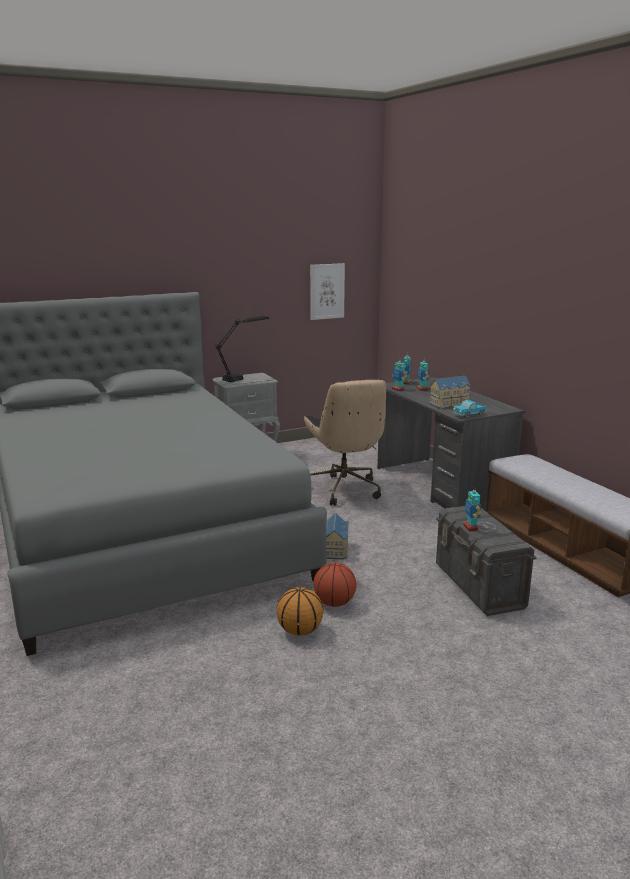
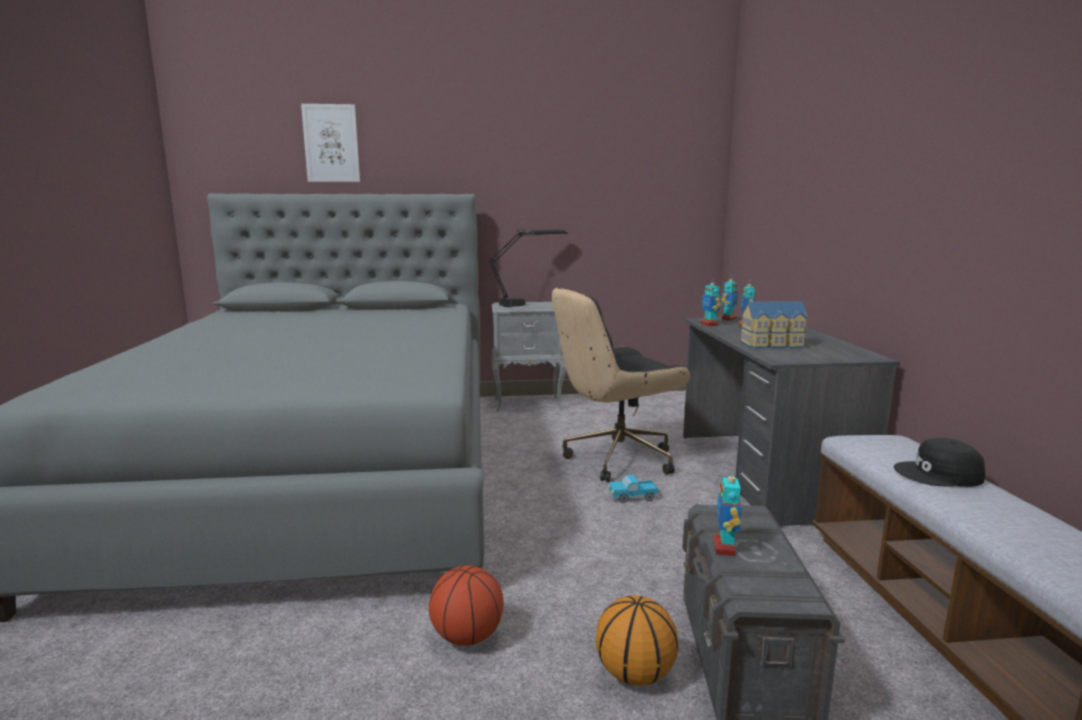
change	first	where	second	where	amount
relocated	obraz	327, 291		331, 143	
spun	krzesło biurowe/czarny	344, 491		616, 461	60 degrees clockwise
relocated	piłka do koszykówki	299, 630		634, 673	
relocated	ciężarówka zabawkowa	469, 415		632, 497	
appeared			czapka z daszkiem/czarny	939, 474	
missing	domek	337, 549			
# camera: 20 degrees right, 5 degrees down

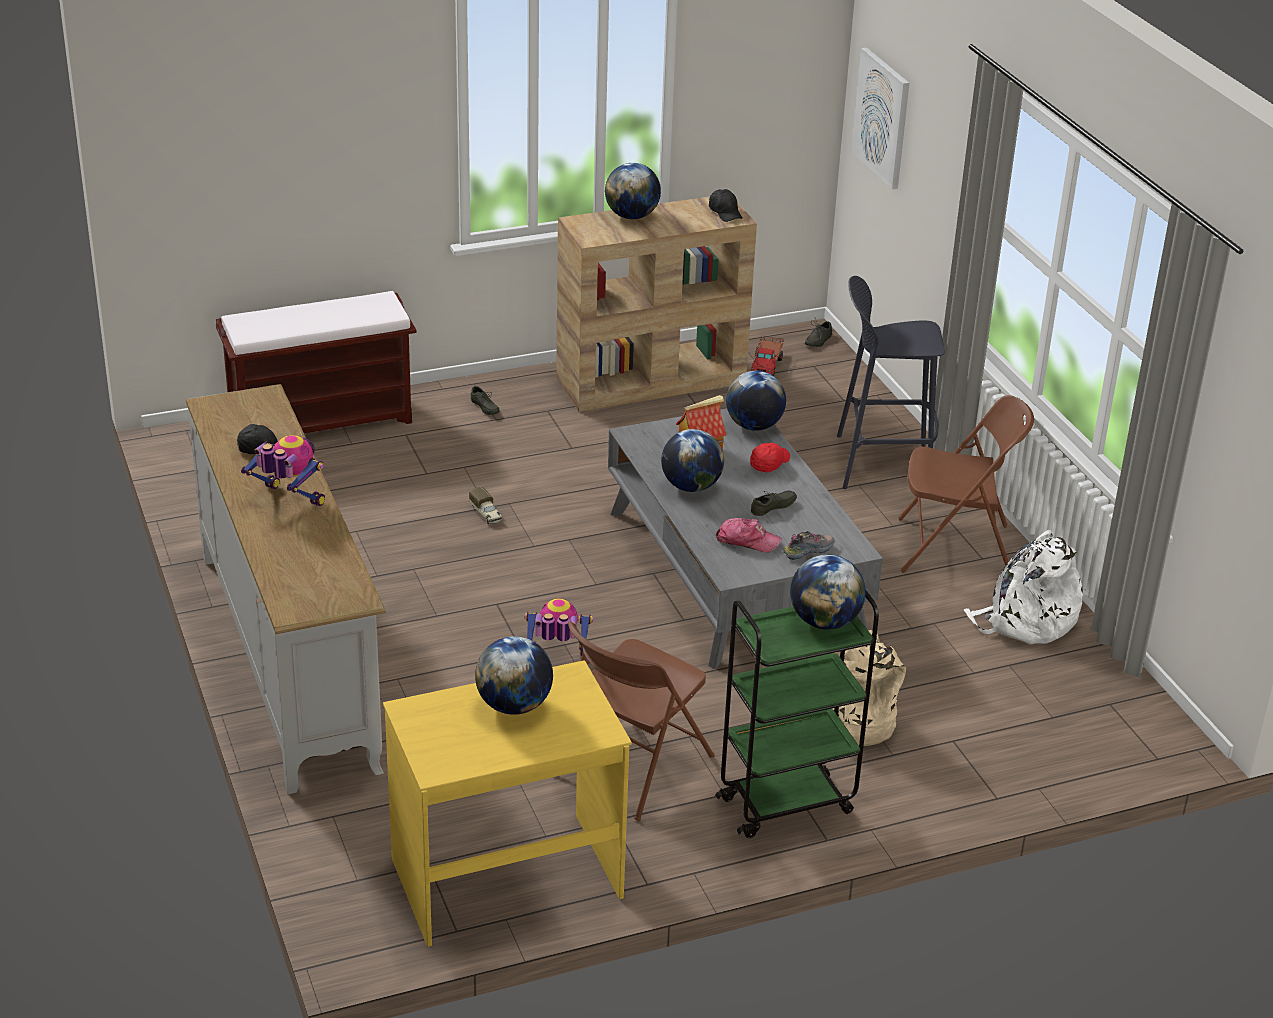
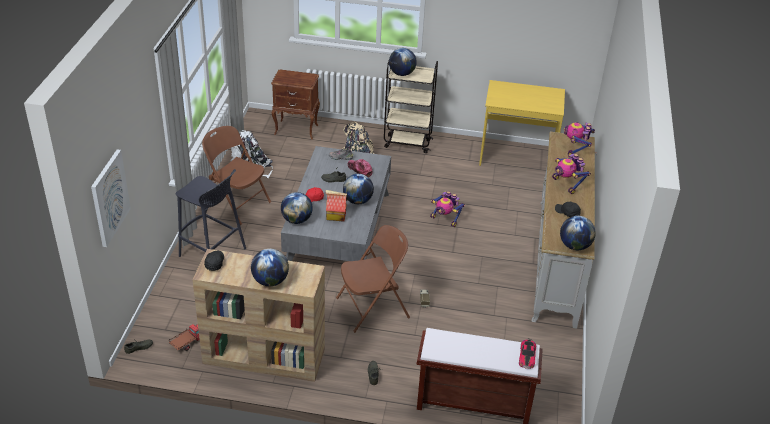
change	first	where	second	where	amount
appeared			szafka nocna/brązowy	296, 130	
relocated	krzesło/brązowy	631, 764		372, 308	
colour	wózek/zielony	786, 807	wózek/beżowy	408, 143	
appeared			samochodzik	527, 356	
relocated	globus	514, 705		574, 246	
appeared			robot zabawkowy	576, 149	
# camera: 150 degrees left, 5 degrees up

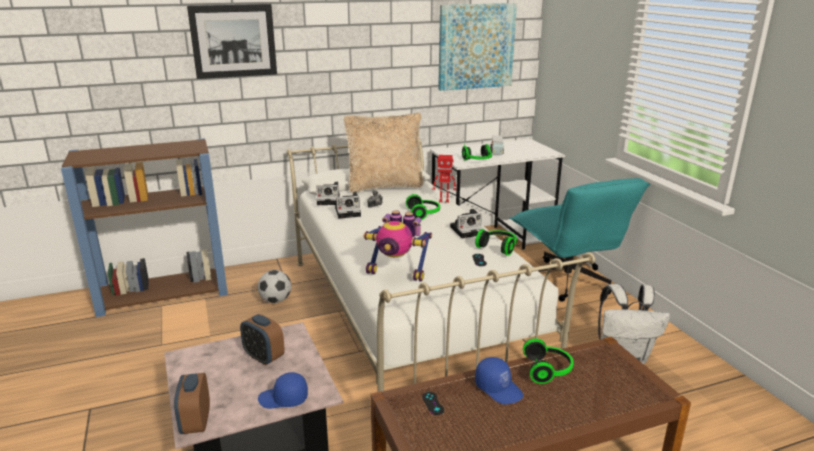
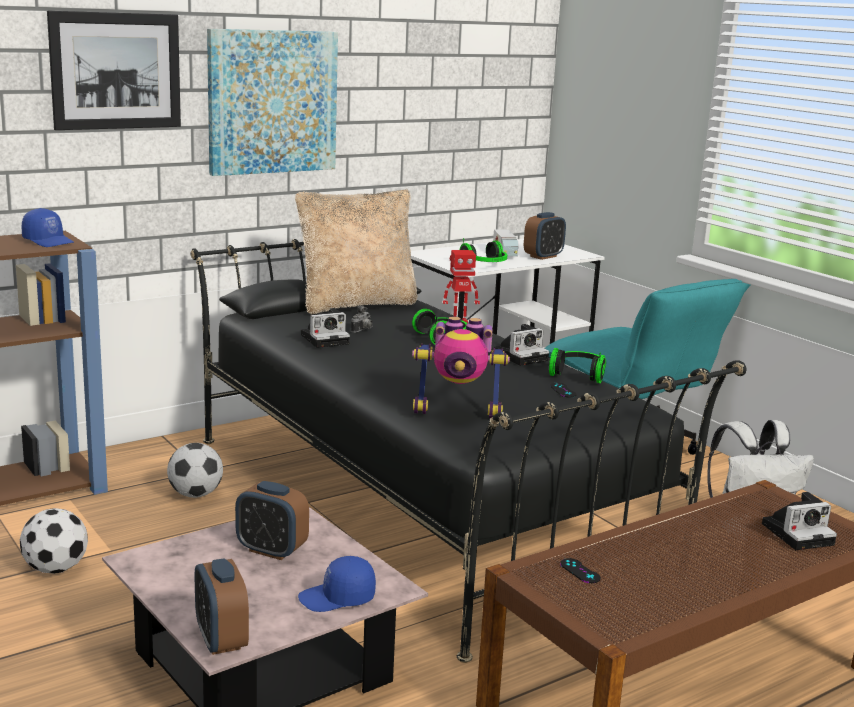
change	first	where	second	where	amount
appeared			piłka futbolowa	56, 568	
relocated	czapka z daszkiem/niebieski	499, 388		49, 241	
colour	łóżko/biały	406, 318	łóżko/czarny	418, 504	
relocated	obraz	476, 46		272, 102	
appeared			budzik	543, 256	
relocated	aparat fotograficzny	329, 200		799, 533	
missing	słuchawki	548, 370			
# camera: 15 degrees left, 5 degrees down

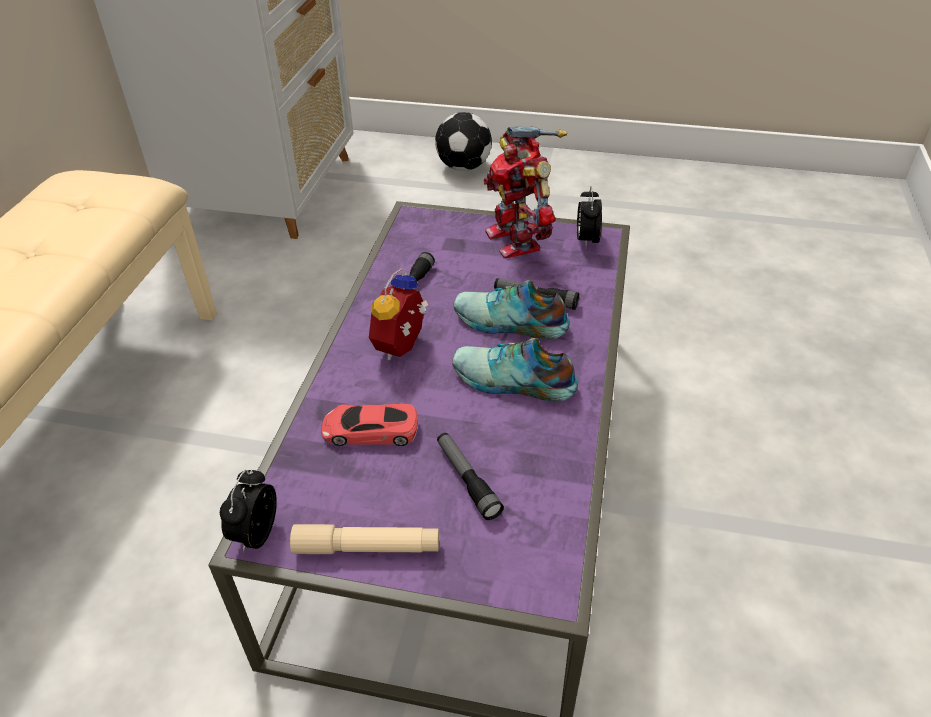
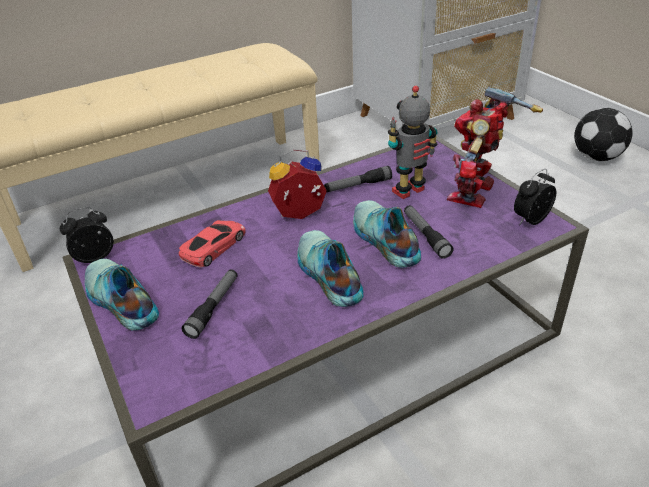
change	first	where	second	where	amount
exchanged	latarka/beżowy	367, 547	but	120, 301	
spun	samochodzik/czerwony	370, 430		214, 246	75 degrees clockwise
appeared			robot zabawkowy	410, 192	
# camera: 50 degrees right, 5 degrees down

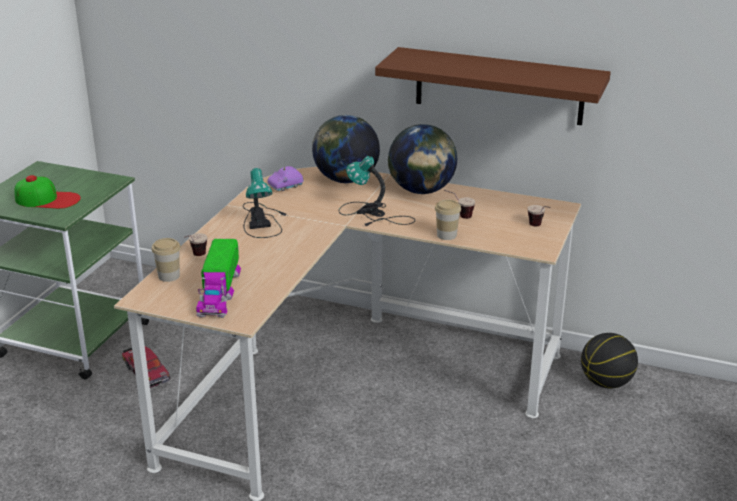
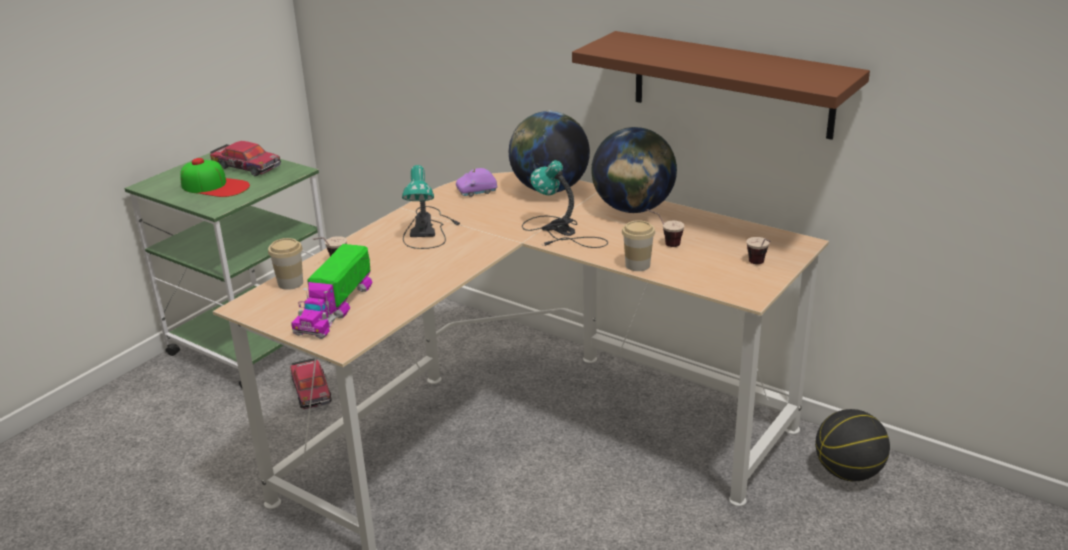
change	first	where	second	where	amount
appeared			samochodzik	246, 166	
# camera: 15 degrees right, 0 degrees up

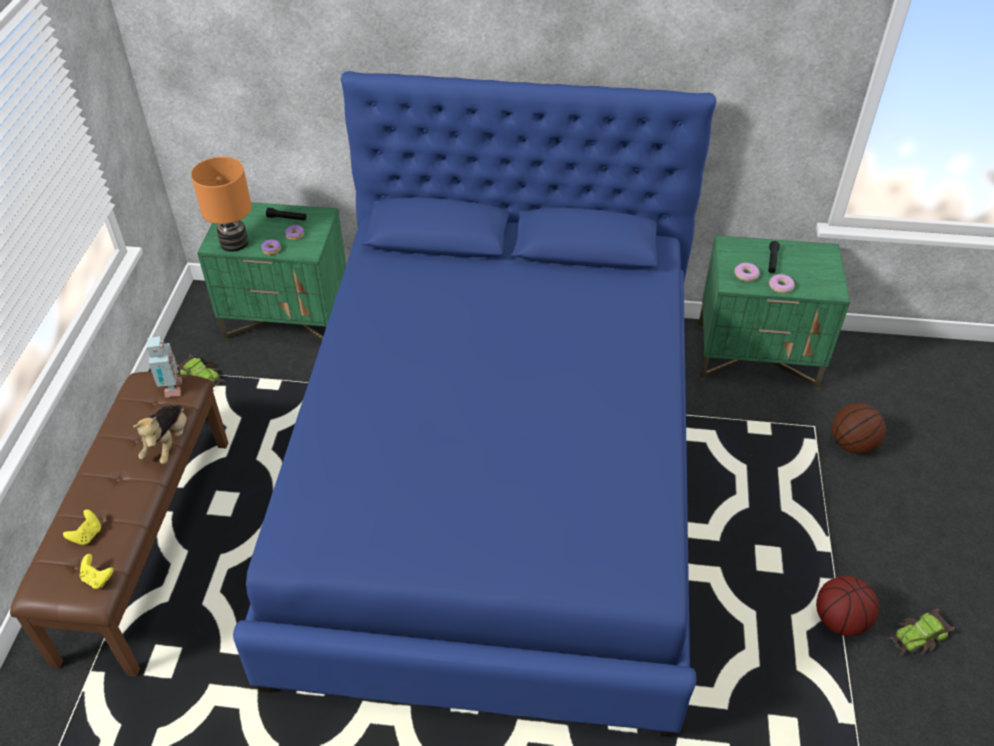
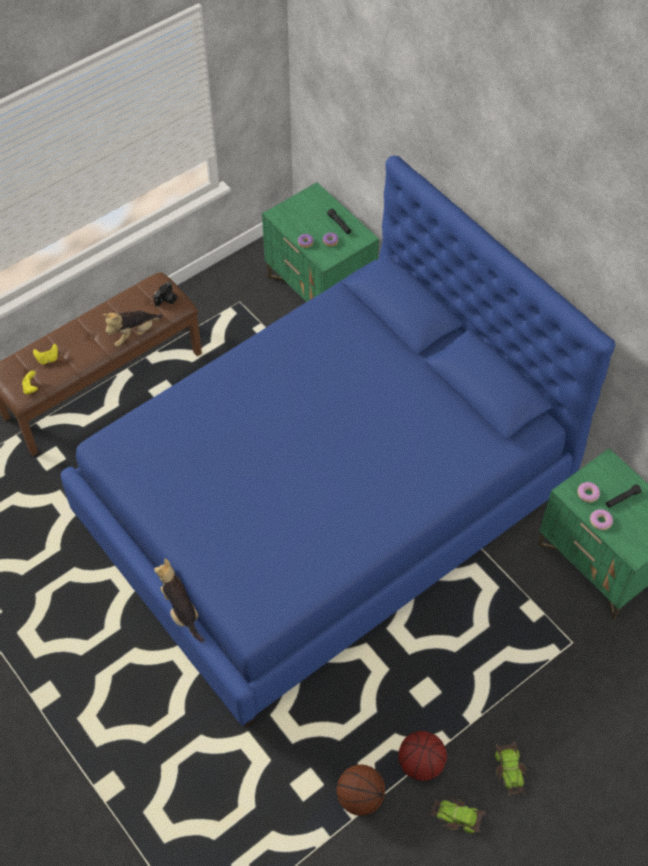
change	first	where	second	where	amount
exchanged	robot zabawkowy	171, 390	aparat fotograficzny	167, 300	
appeared			pluszak	182, 610	
relocated	piłka do koszykówki	851, 444		359, 797	
relocated	samochodzik	202, 376		510, 771	
missing	lampa stołowa/pomarańczowy	234, 242			
# camera: 45 degrees right, 10 degrees up

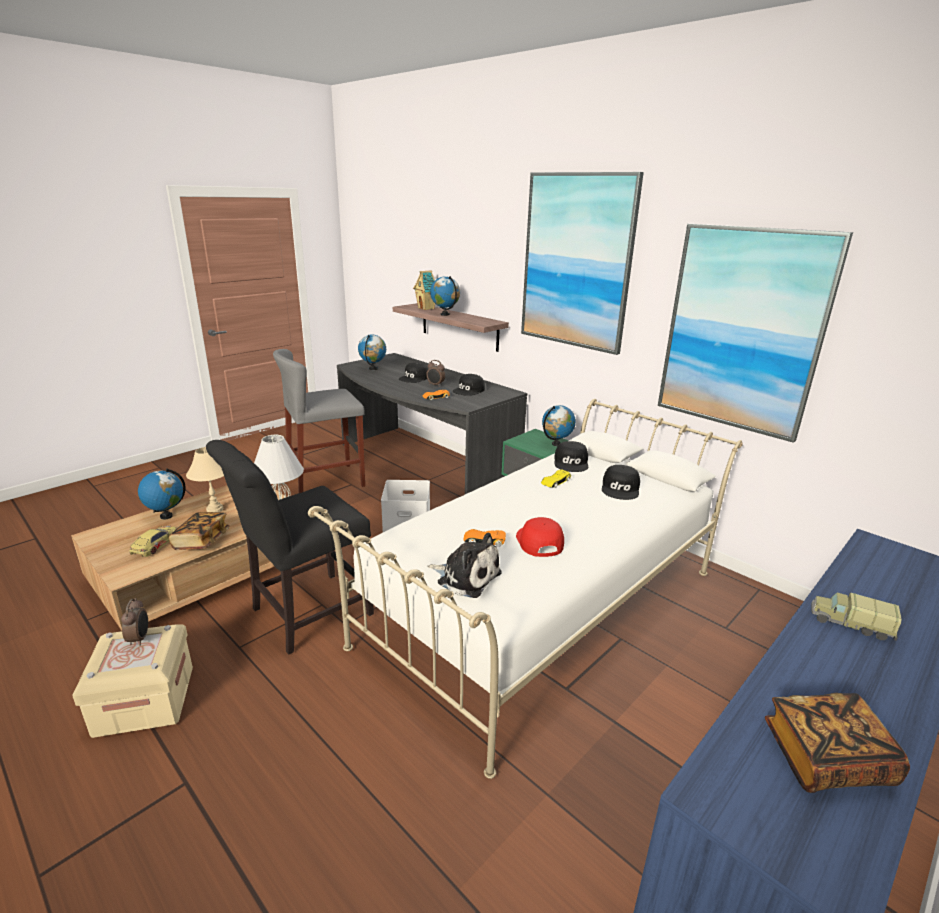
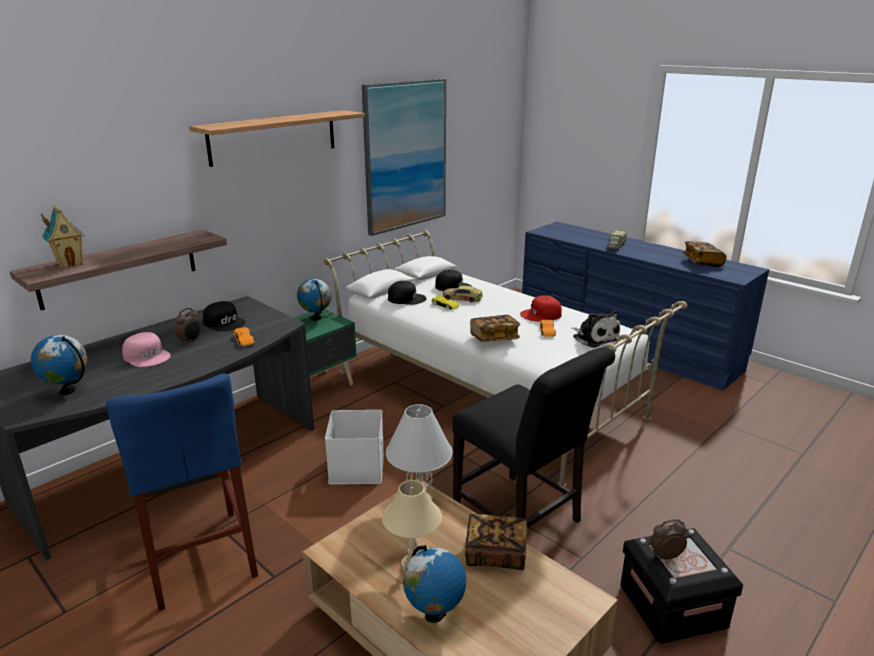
change	first	where	second	where	amount
colour	stołek/szary	326, 481	stołek/niebieski	199, 557	
colour	czapka z daszkiem/czarny	414, 378	czapka z daszkiem/różowy	147, 356	
exchanged	obraz	576, 262	półka	274, 137	
relocated	samochodzik	156, 544		462, 298	
appeared			książka	494, 338	
spun	pluszak	466, 577		594, 338	120 degrees clockwise
colour	pojemnik do przechowywania/beżowy	145, 700	pojemnik do przechowywania/czarny	672, 606	
missing	globus	445, 314			
# camera: 90 degrees left, 0 degrees up

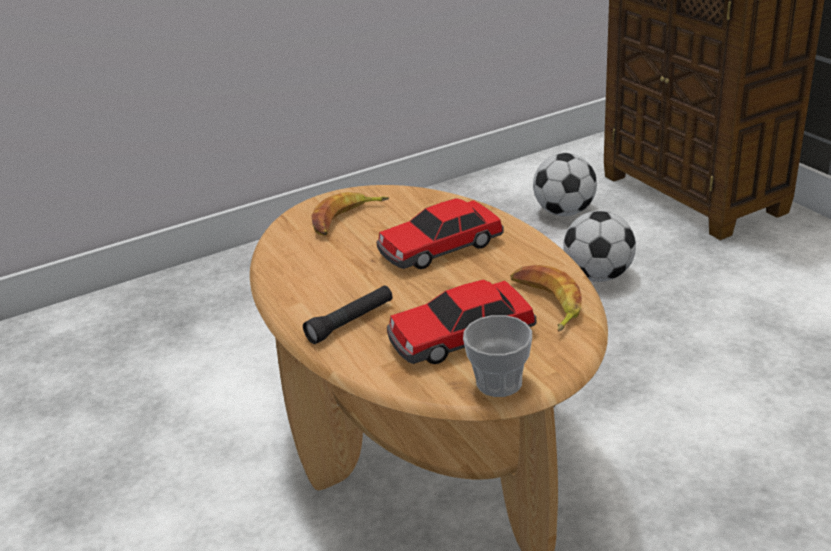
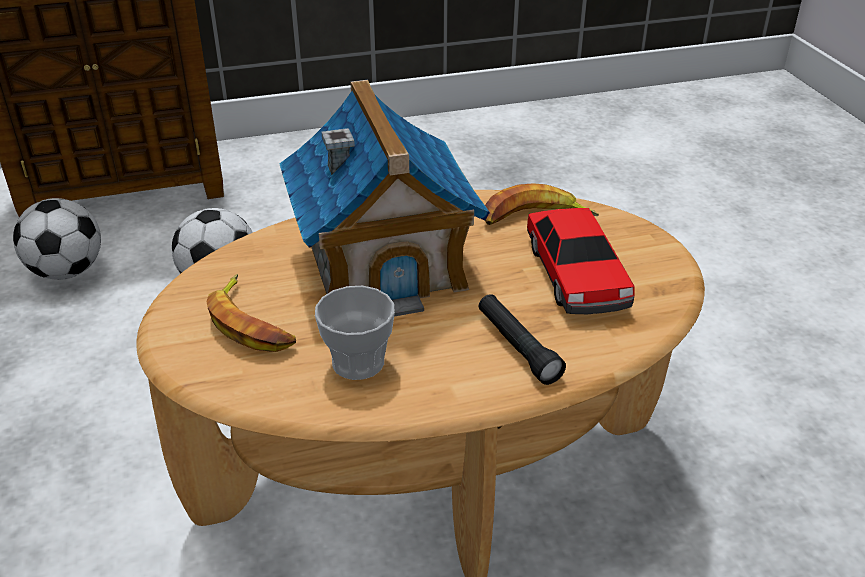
change	first	where	second	where	amount
exchanged	samochodzik	439, 248	domek	383, 261	
relocated	filiżanka	499, 382		358, 362	
# camera: 80 degrees left, 5 degrees up

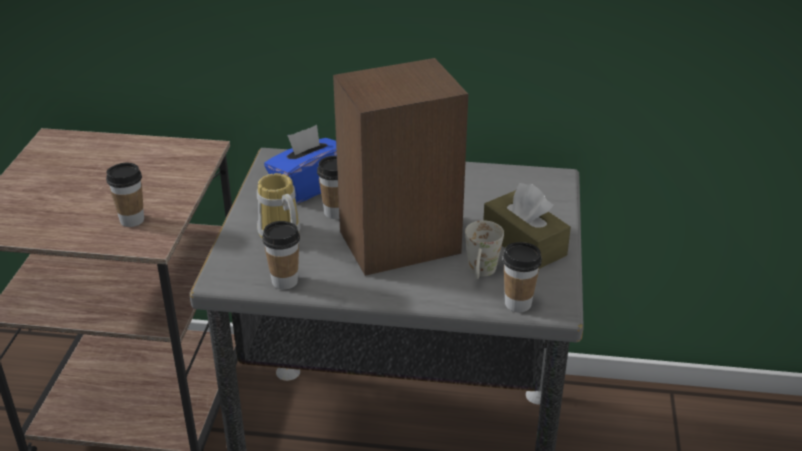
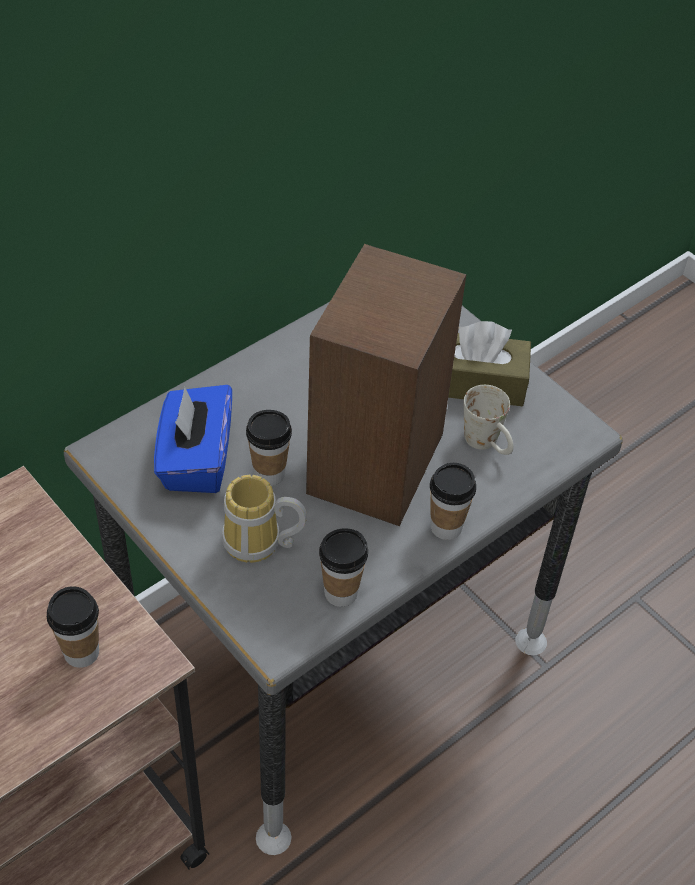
change	first	where	second	where	amount
relocated	filiżanka	518, 304		446, 527	
# camera: 50 degrees left, 15 degrees up

